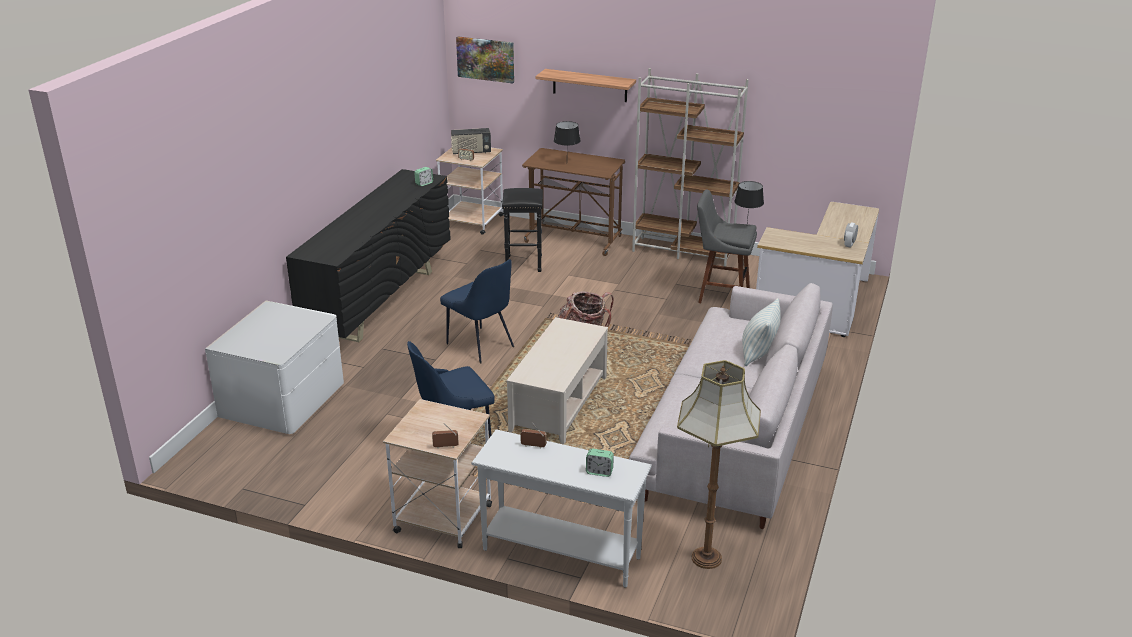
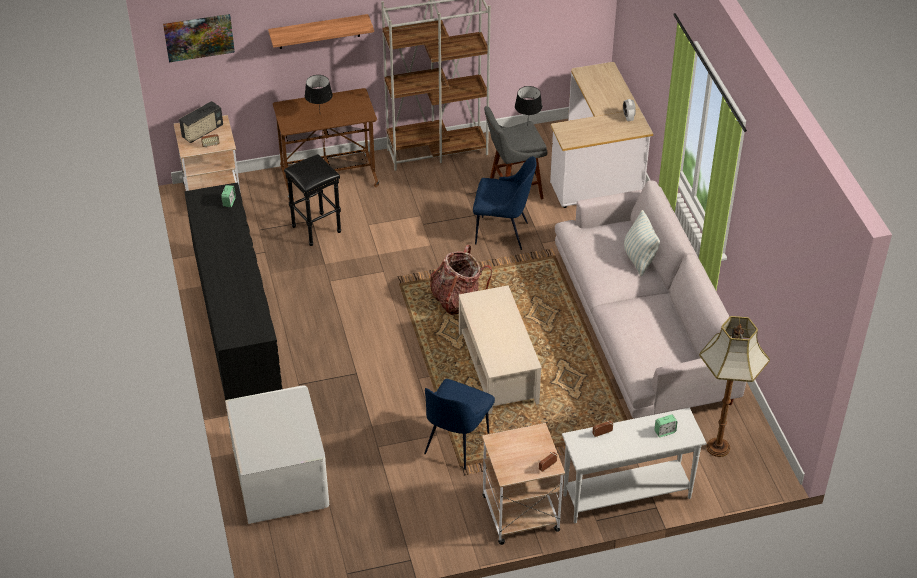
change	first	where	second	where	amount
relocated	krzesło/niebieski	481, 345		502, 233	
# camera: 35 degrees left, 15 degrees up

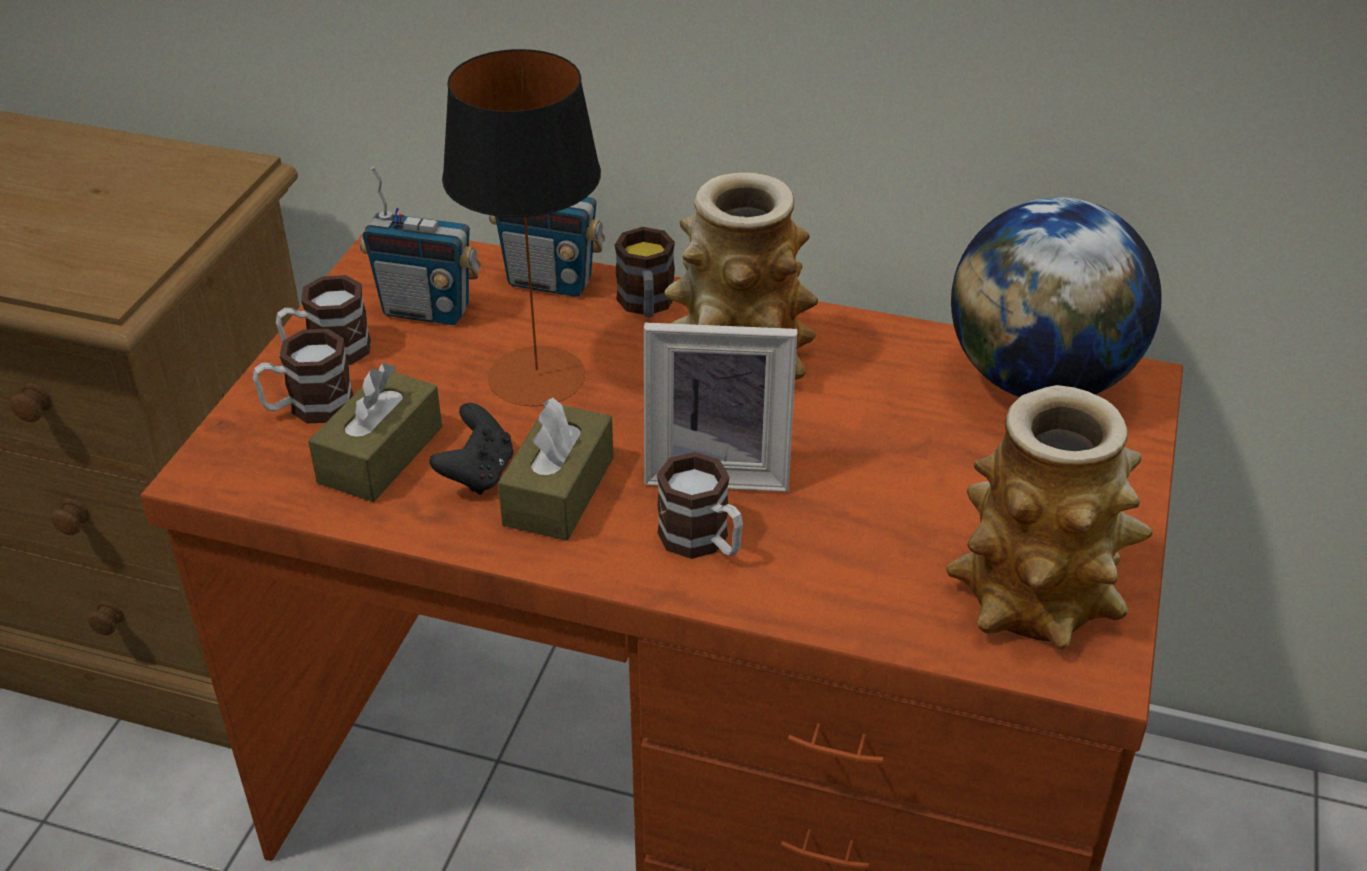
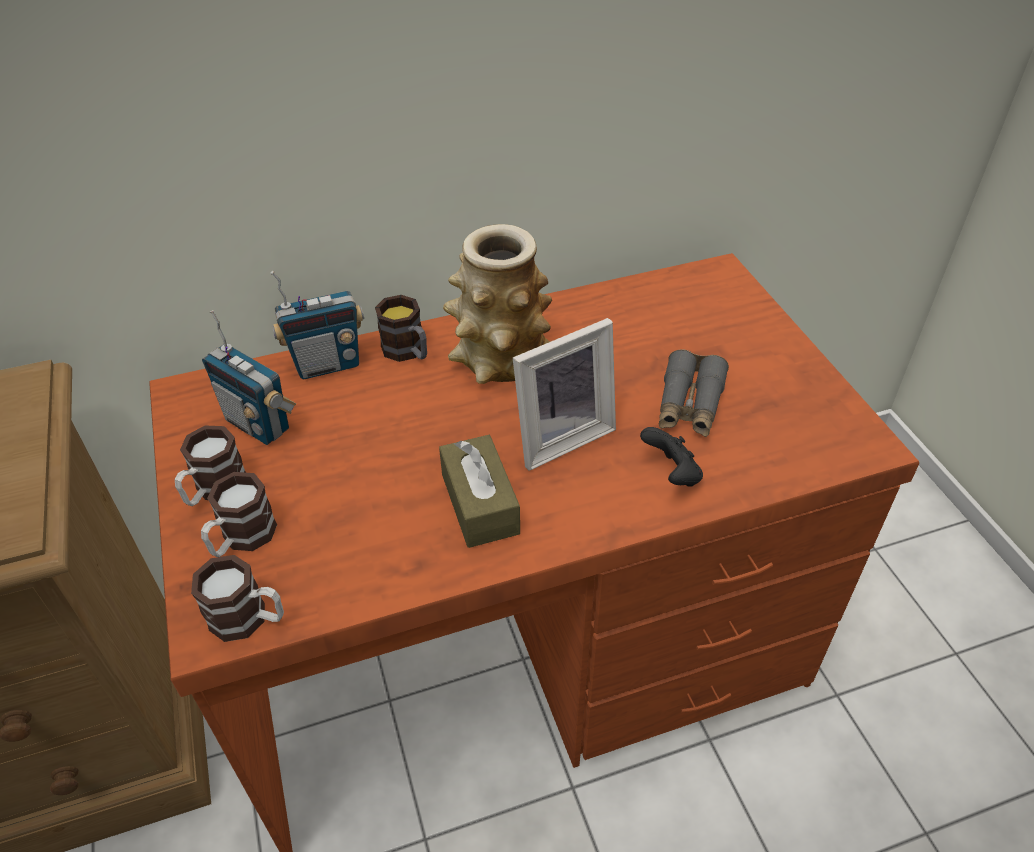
change	first	where	second	where	amount
relocated	kubek	703, 542		249, 619	
spun	radio	427, 310		259, 424	60 degrees clockwise
relocated	pad do gier/czarny	477, 474		671, 474	
appeared			lornetka/szary	689, 404	
missing	pudełko chusteczek/brązowy	380, 454			
missing	lampa stołowa	537, 376			
missing	wazon	1036, 597			
missing	globus	1039, 380			
# camera: 35 degrees left, 5 degrees up

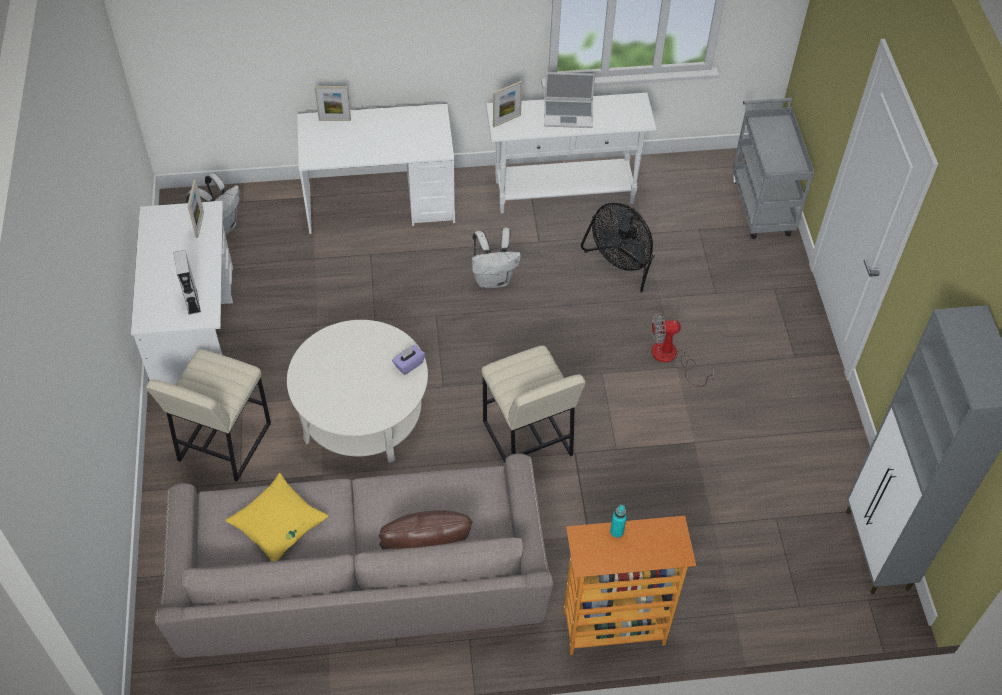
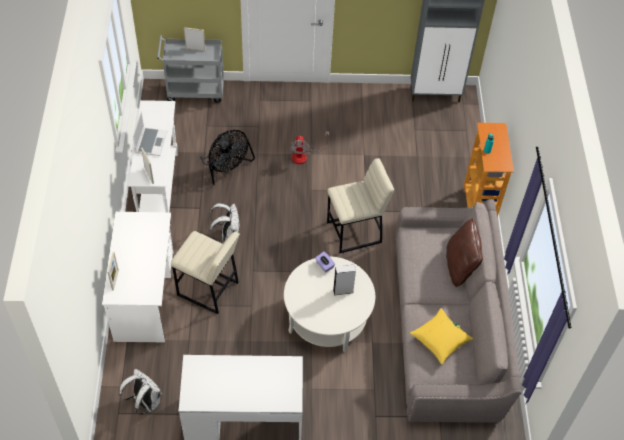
change	first	where	second	where	amount
relocated	krzesło/beżowy	223, 443		209, 289	
relocated	ramka na zdjęcie	200, 225		195, 49	
relocated	głośnik/szary	192, 302		343, 290	
# camera: 85 degrees left, 0 degrees up

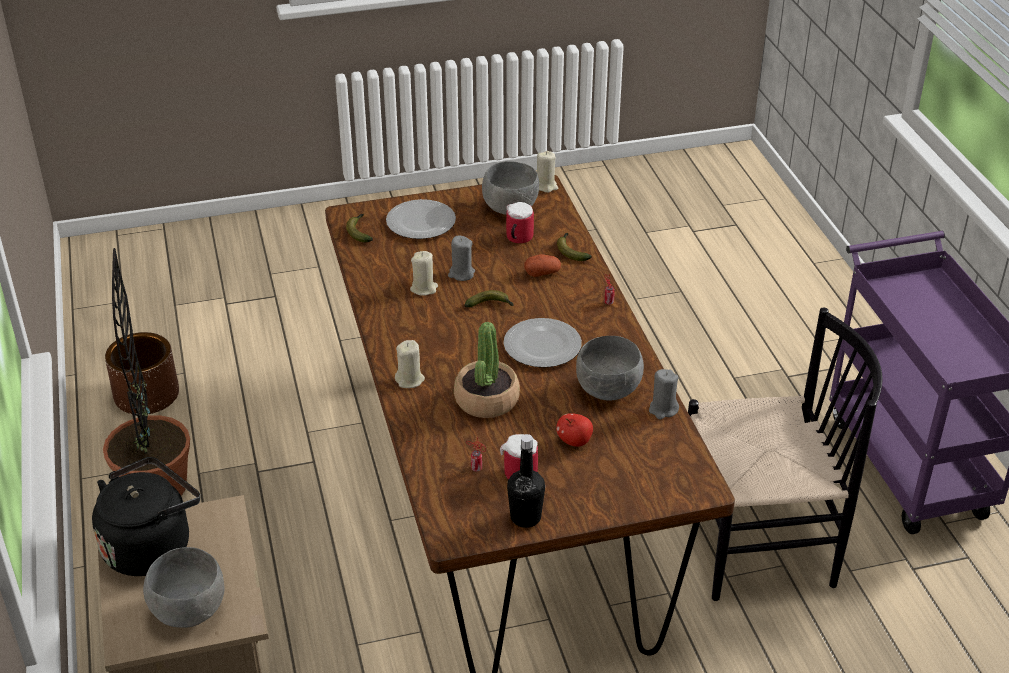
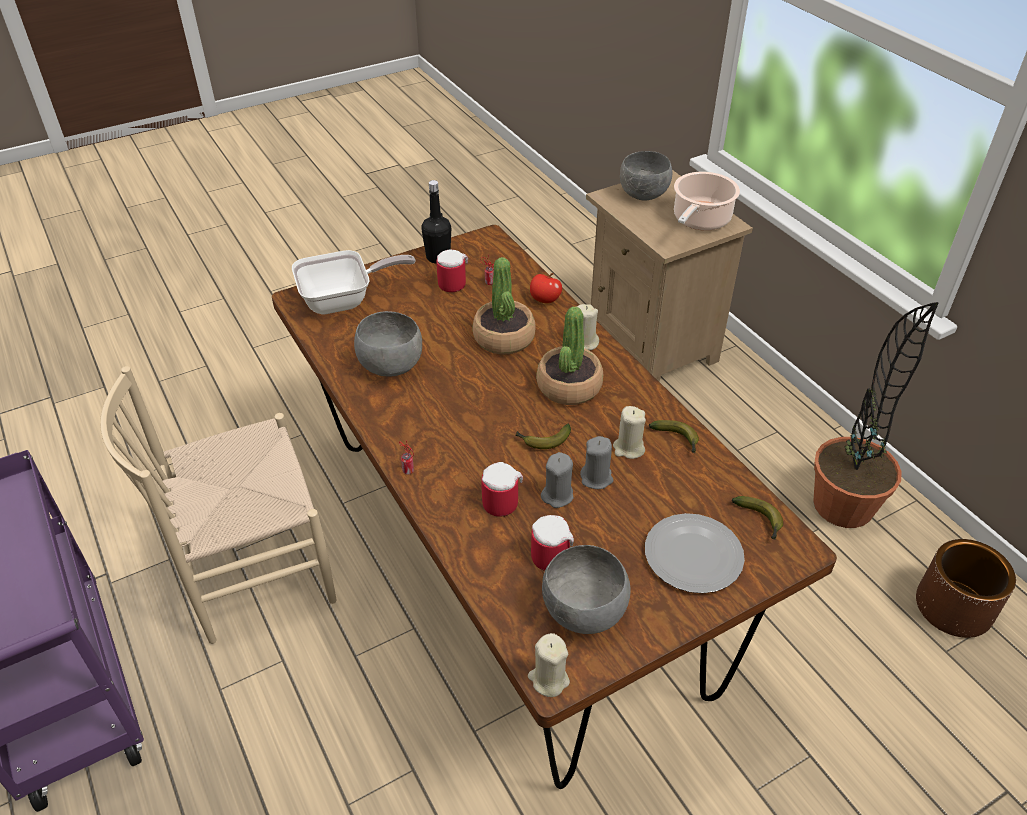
change	first	where	second	where	amount
colour	krzesło/czarny	763, 542	krzesło/beżowy	251, 571	
appeared			patelnia	344, 300	
exchanged	ziemniak	542, 273	kubek	499, 499	
relocated	jabłko	574, 441		545, 300	
appeared			roślina doniczkowa	569, 386	
relocated	świeca/szary	663, 409		557, 495	
relocated	banan	571, 251		677, 439	
exchanged	czajnik/czarny	151, 546	garnek	700, 220	
missing	talerz	541, 346			
# camera: 165 degrees right, 5 degrees up

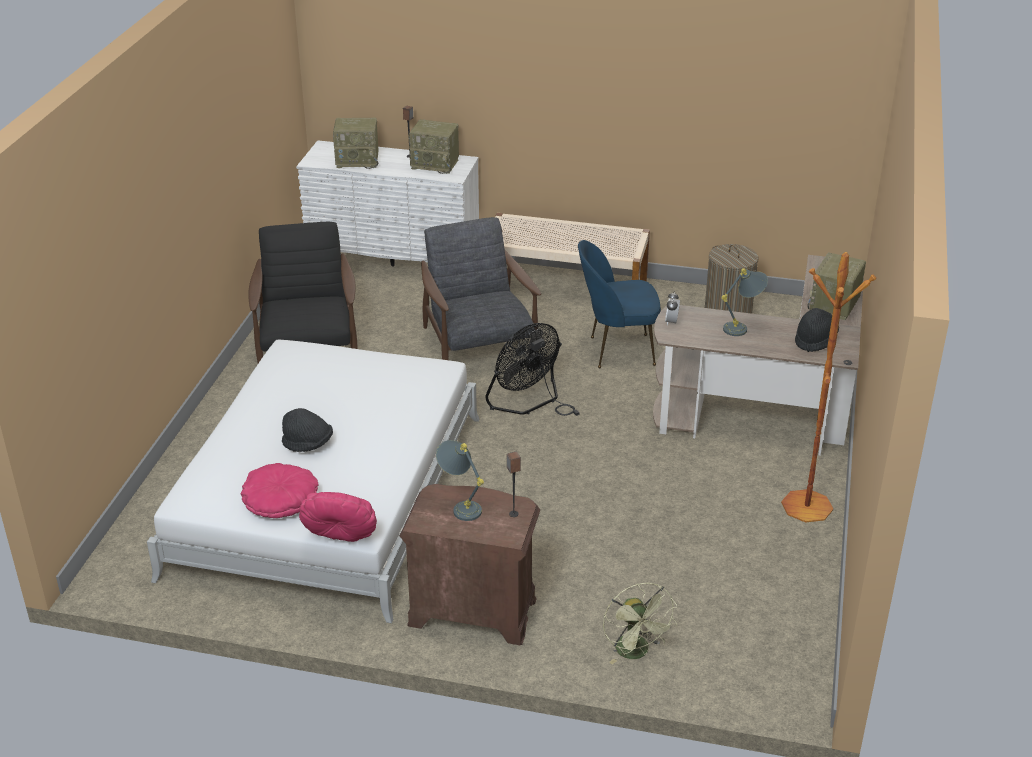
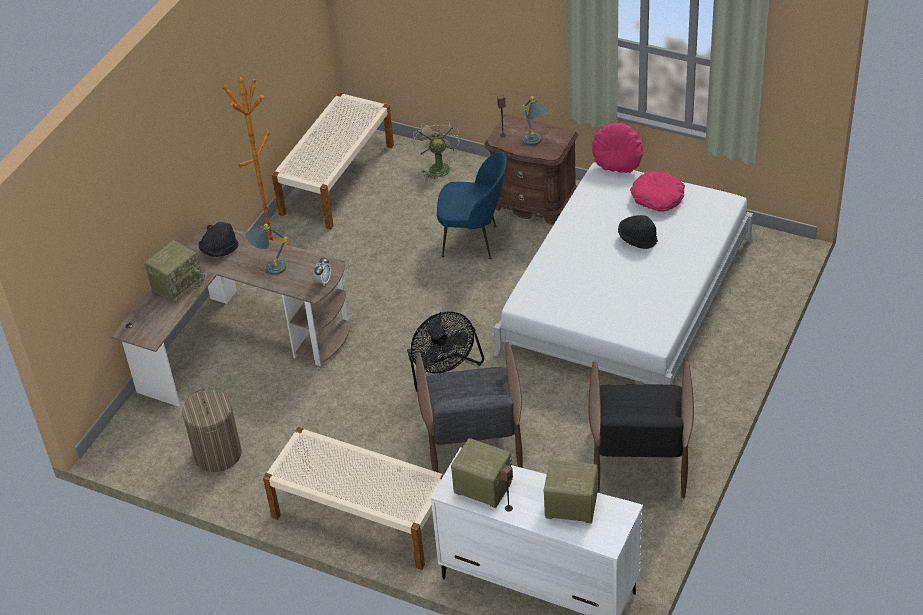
change	first	where	second	where	amount
appeared			ławka/beżowy	337, 179	
relocated	krzesło/niebieski	615, 351		475, 242	
# camera: 165 degrees left, 10 degrees up

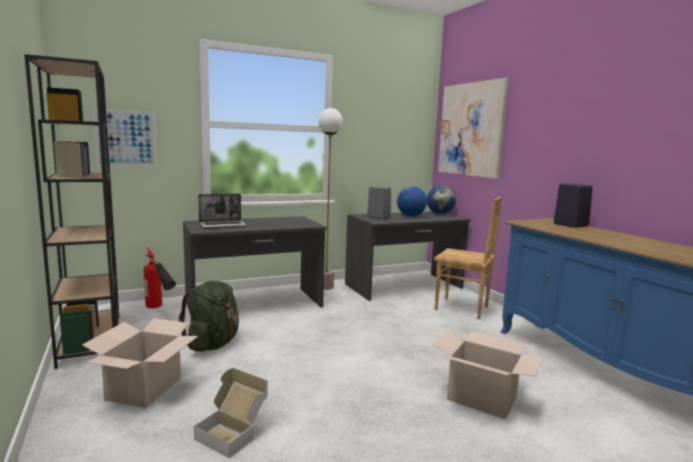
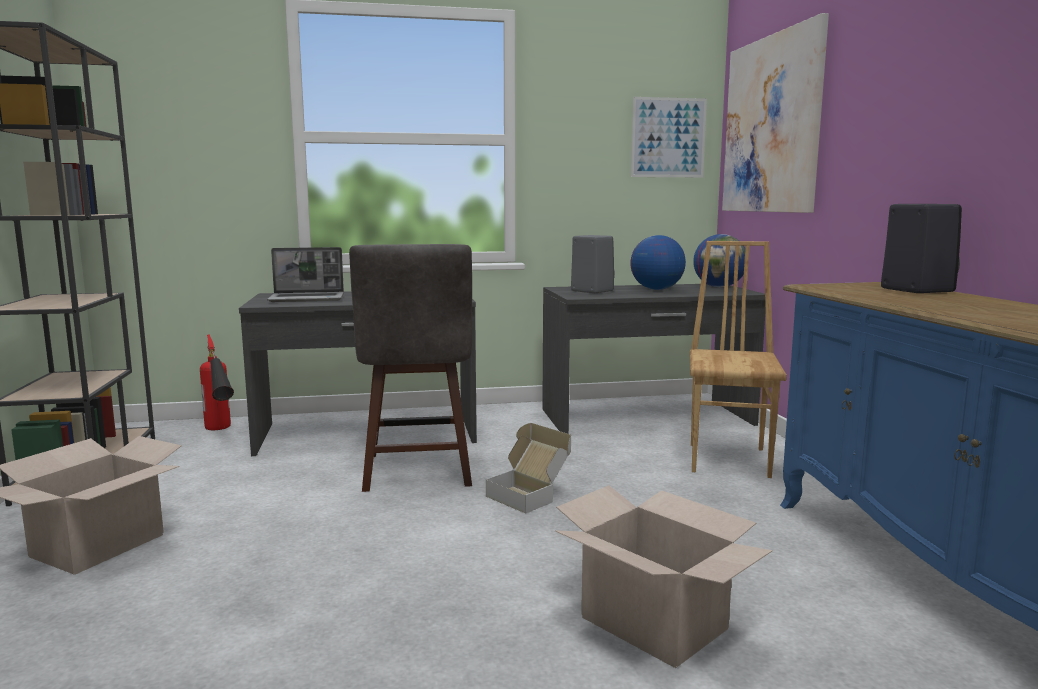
change	first	where	second	where	amount
appeared			stołek/szary	417, 472	
relocated	karton	233, 433		530, 495	
relocated	obraz	126, 138		668, 137	
spun	krzesło/brązowy	461, 309		730, 460	120 degrees counterclockwise
missing	plecak/zielony	213, 344			
missing	lampa stojąca	326, 287			
# camera: 15 degrees right, 0 degrees up

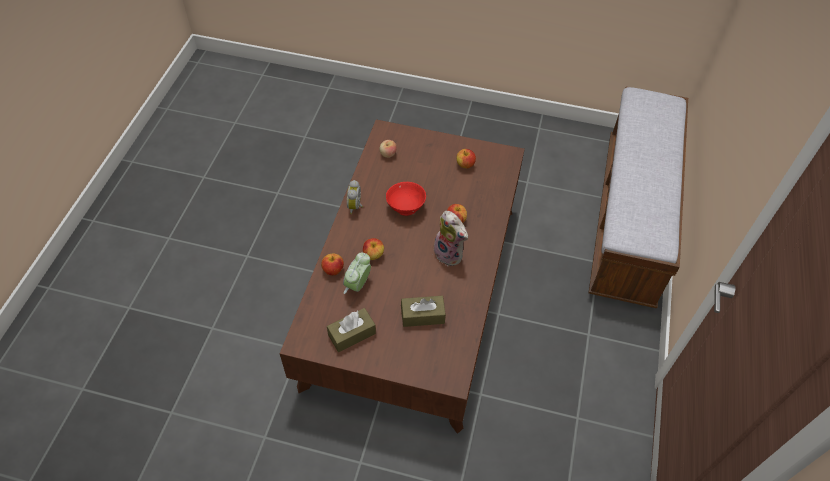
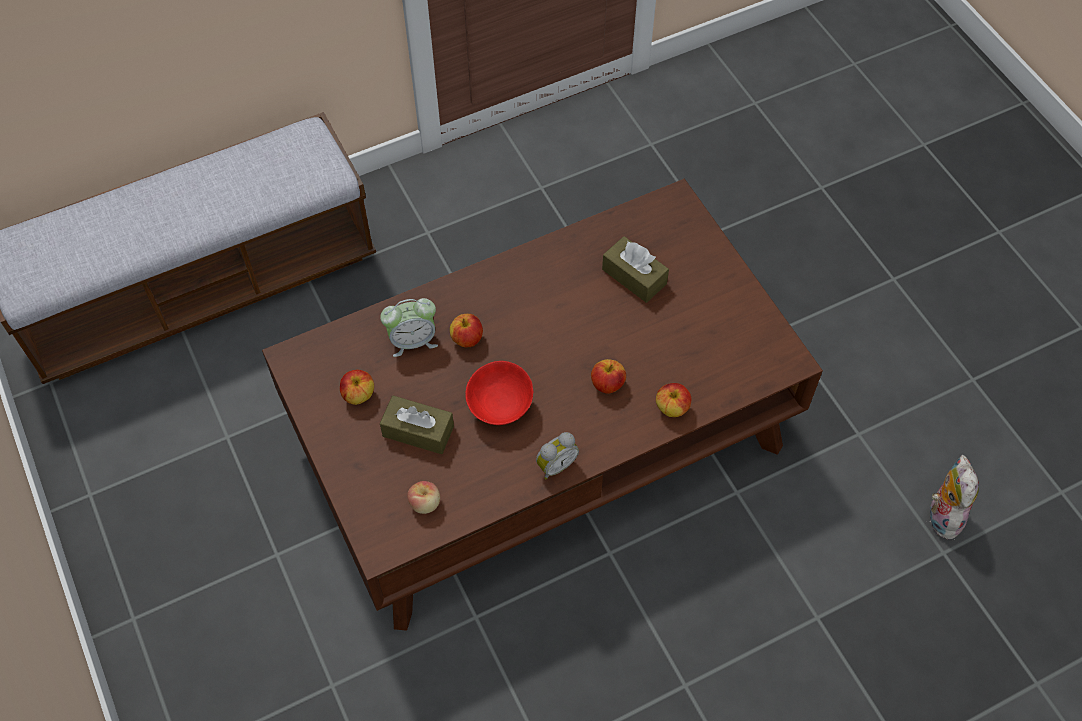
change	first	where	second	where	amount
relocated	budzik	358, 285		412, 341	
relocated	pudełko chusteczek/brązowy	352, 334		418, 431	
relocated	pluszak	450, 254		941, 515	
# camera: 130 degrees left, 5 degrees up

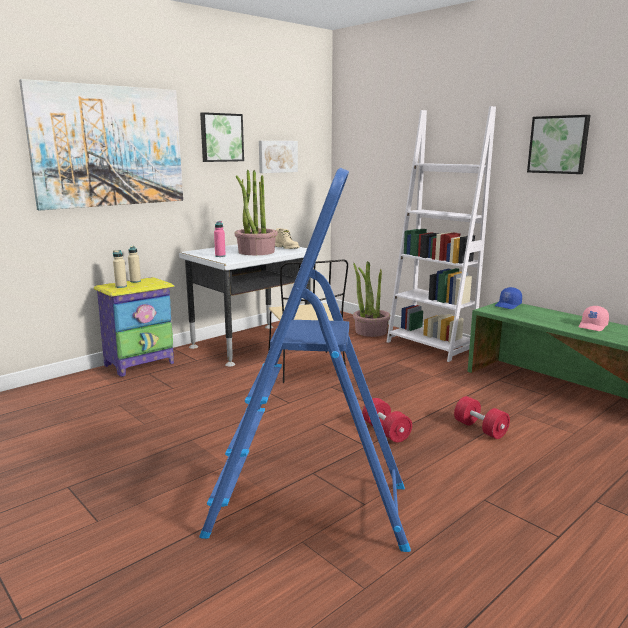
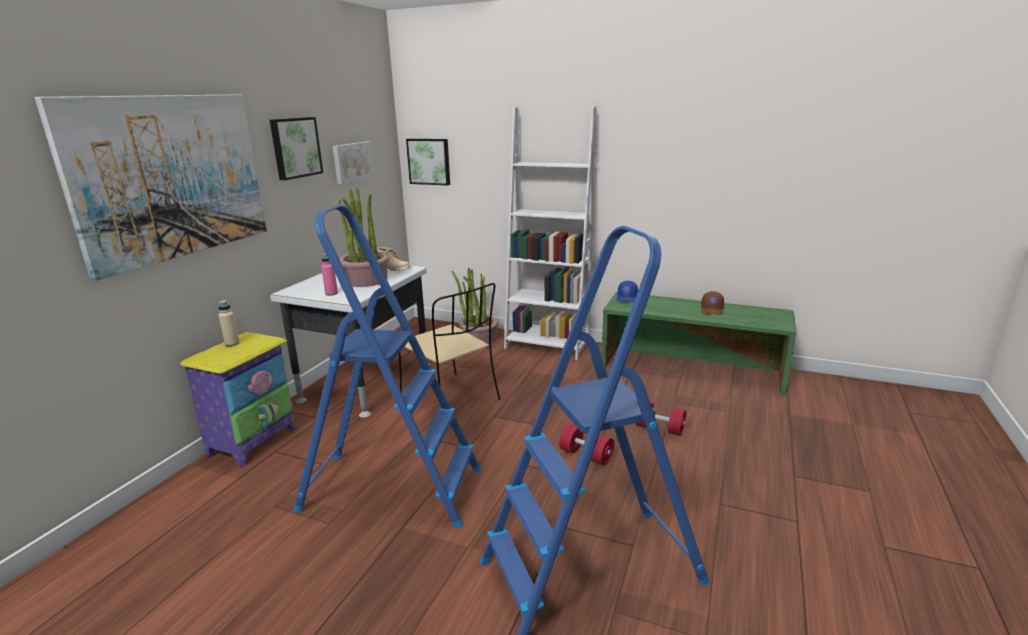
change	first	where	second	where	amount
appeared			drabinka/niebieski	393, 489	
relocated	obraz	558, 144		429, 161	
colour	czapka z daszkiem/różowy	593, 326	czapka z daszkiem/brązowy	712, 310	
missing	butelka/beżowy	121, 286			
# camera: 25 degrees left, 5 degrees up

